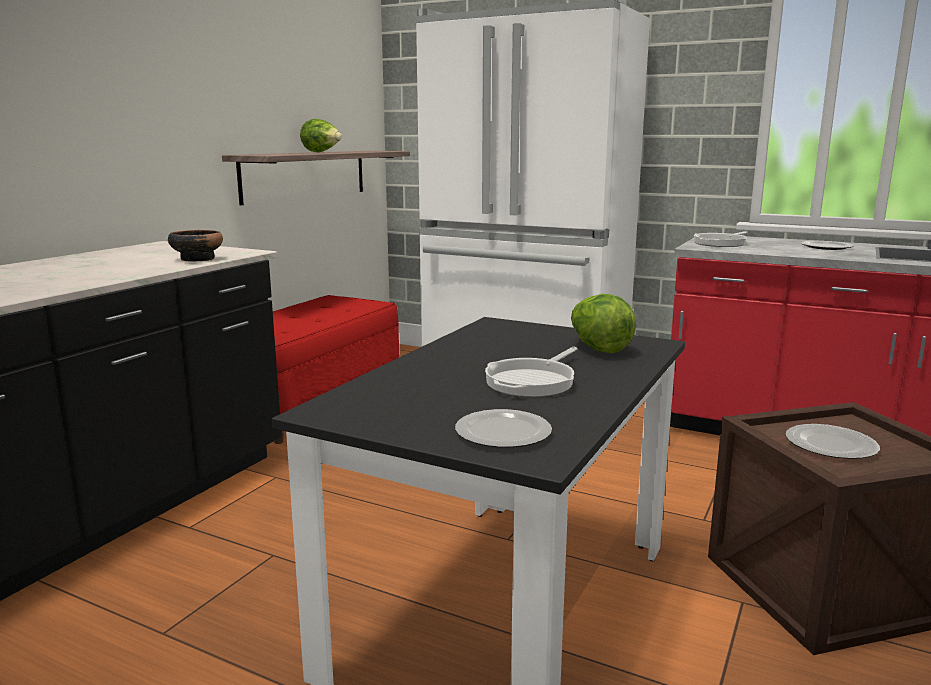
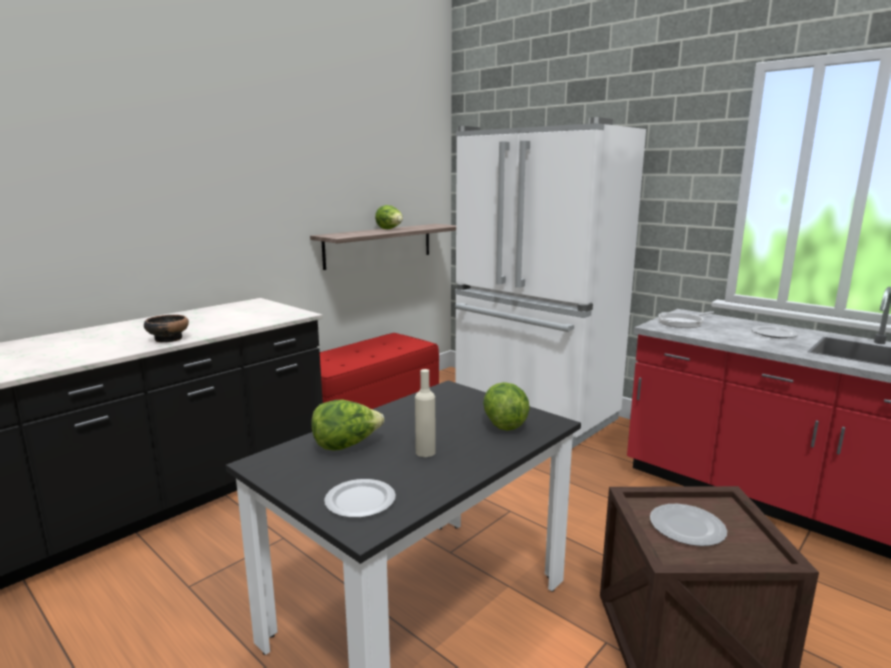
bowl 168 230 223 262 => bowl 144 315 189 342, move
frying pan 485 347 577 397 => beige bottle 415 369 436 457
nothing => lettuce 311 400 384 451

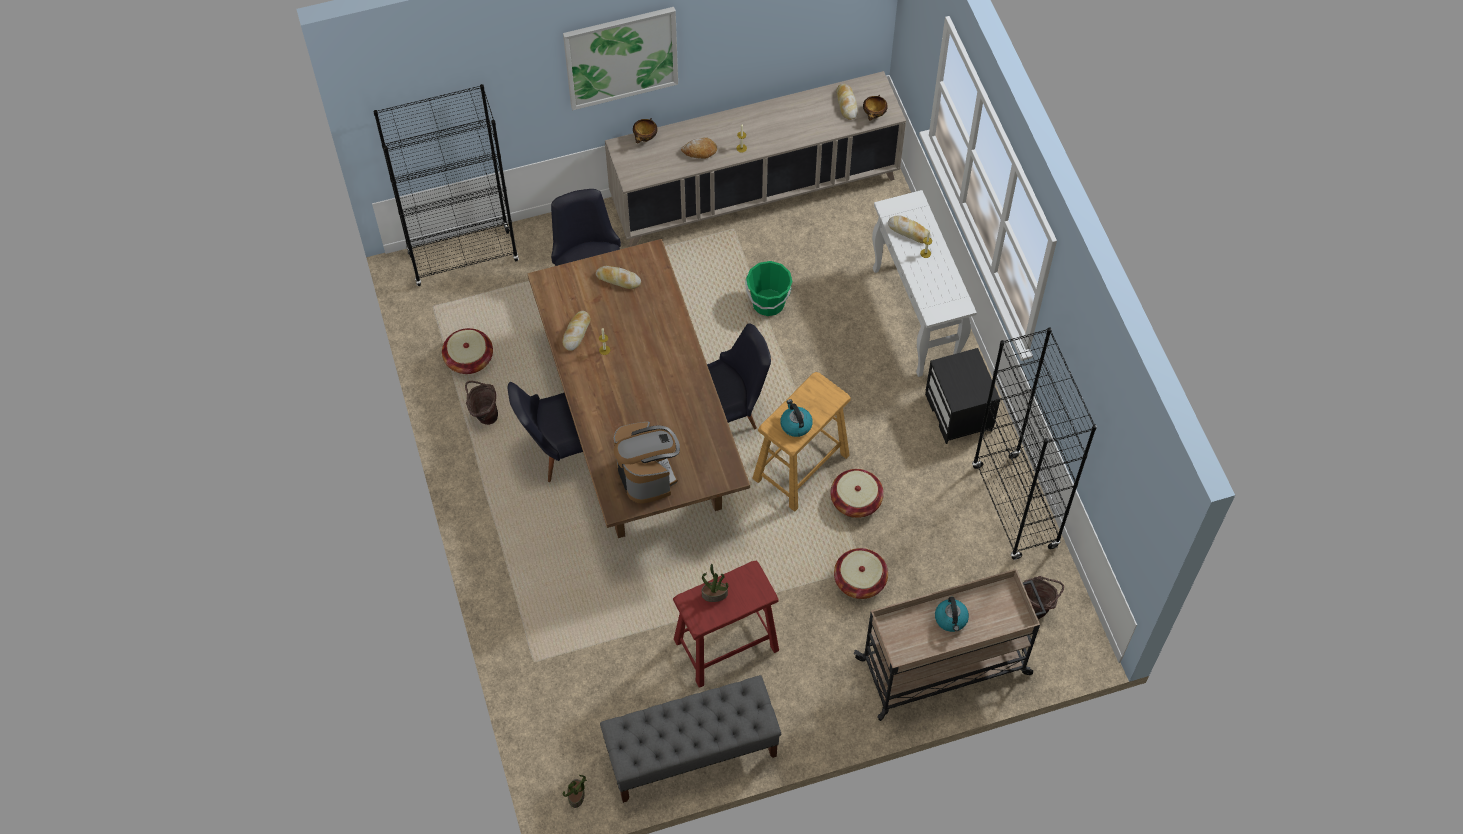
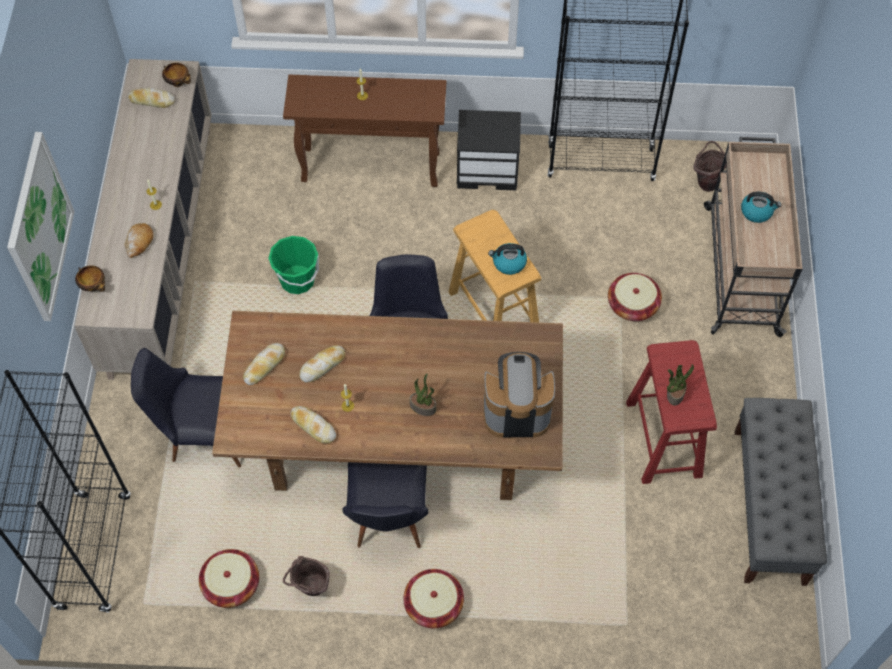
potted plant 563 775 587 808 => potted plant 410 373 436 416, move
basket 830 469 884 518 => basket 403 569 464 628, move
white console table 872 190 977 377 => brown console table 283 75 446 187
bread 888 215 931 243 => bread 299 345 345 383, move

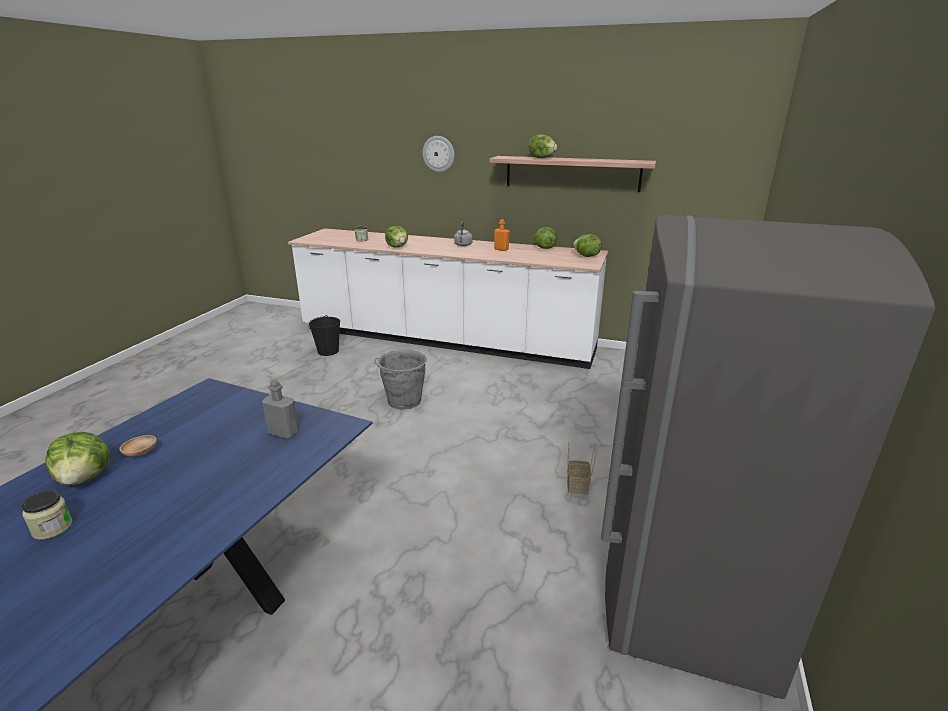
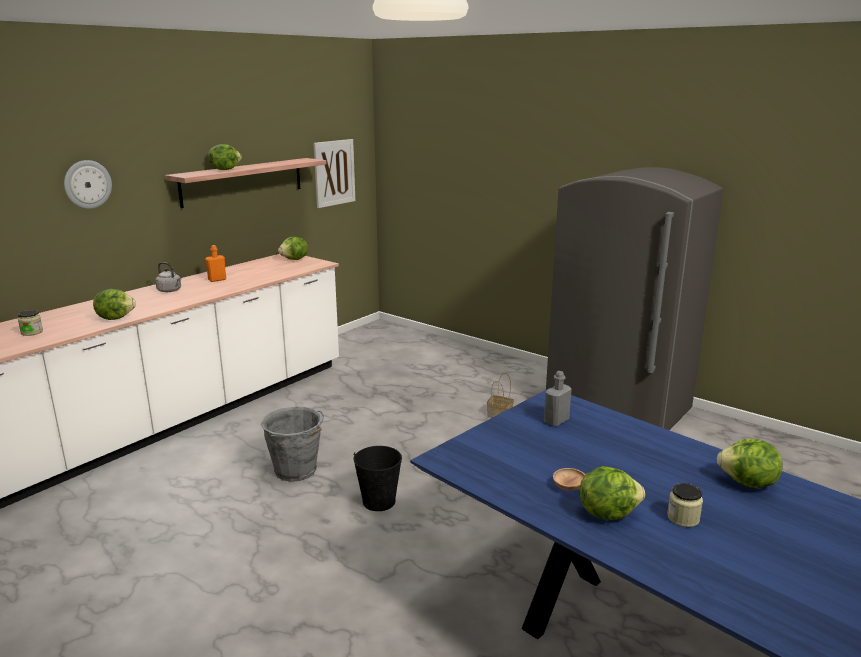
black bucket 309 315 340 356 => black bucket 354 446 402 511, move
lettuce 534 227 557 249 => lettuce 717 439 783 488, move
nothing => picture 313 139 355 208

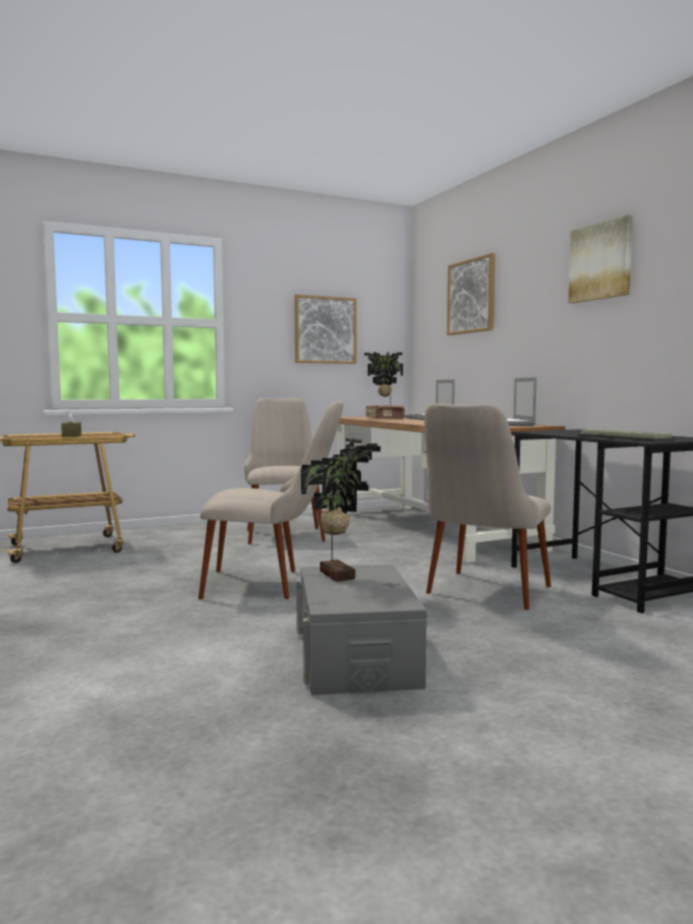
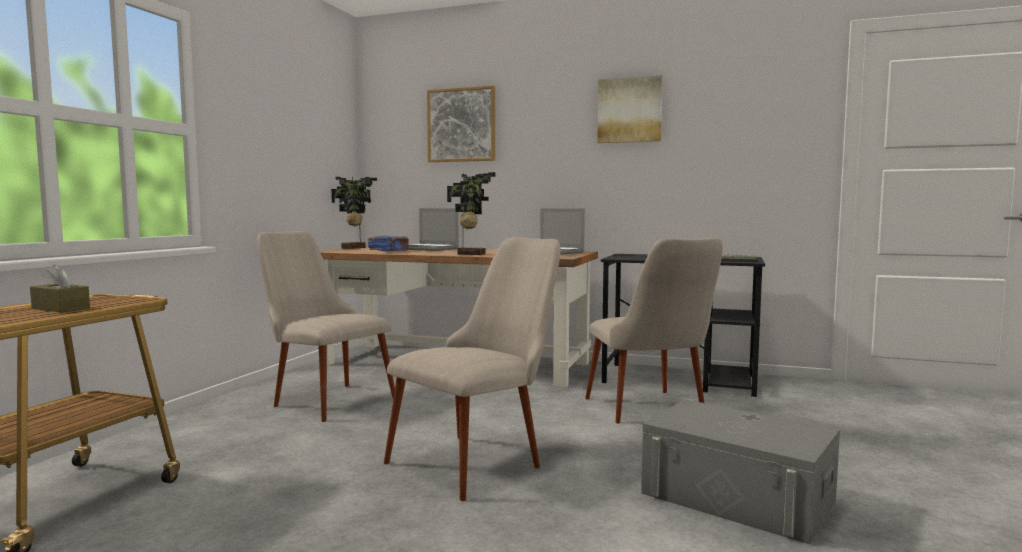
picture 294 294 357 364 => nothing
potted plant 301 442 381 582 => potted plant 447 172 496 255, move
brown book 365 405 405 419 => blue book 368 236 409 251

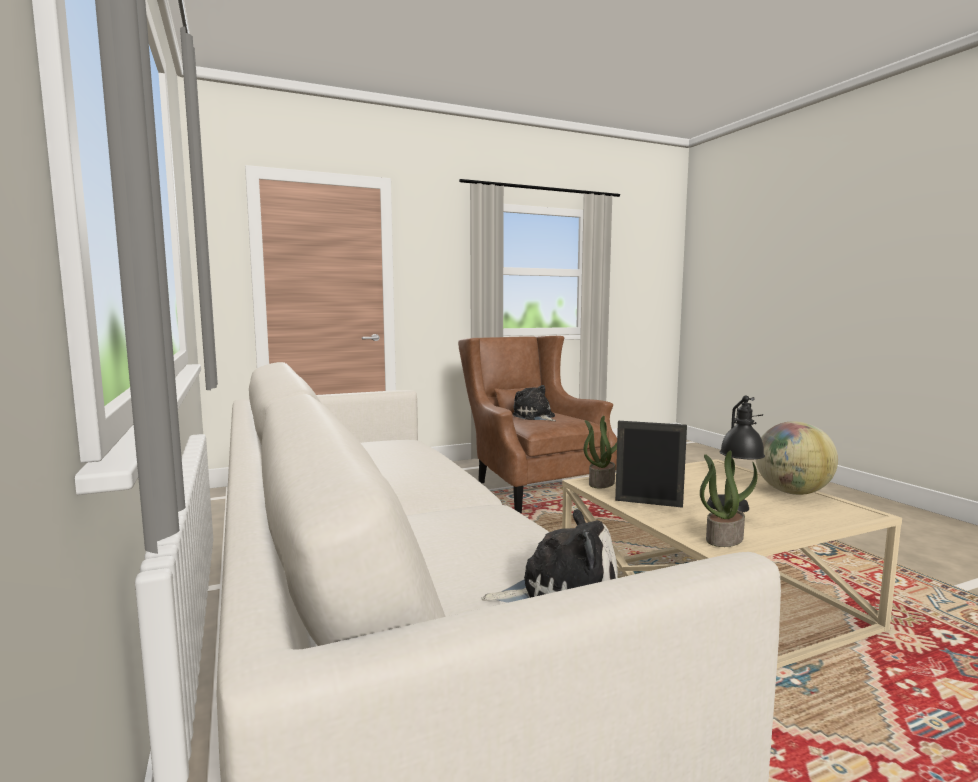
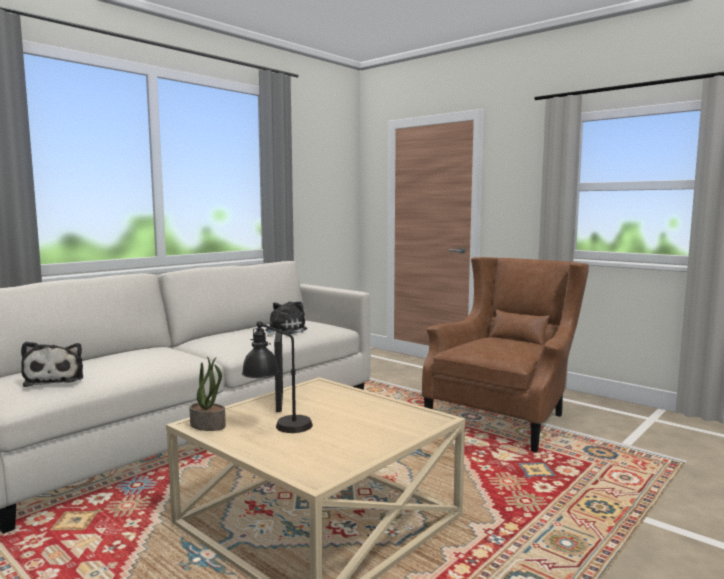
plush toy 513 385 556 421 => plush toy 265 301 307 337, move
potted plant 584 416 617 488 => nothing
globe 755 421 838 495 => nothing

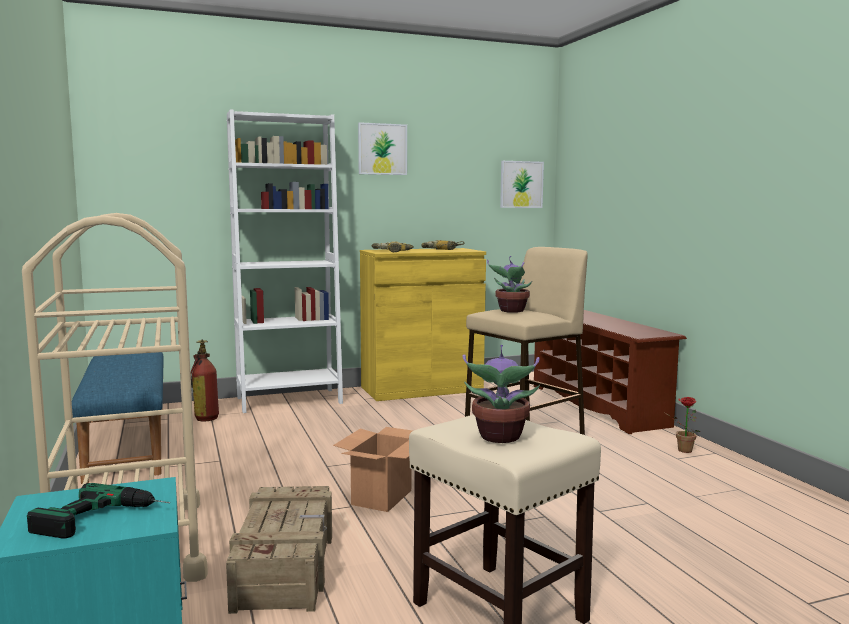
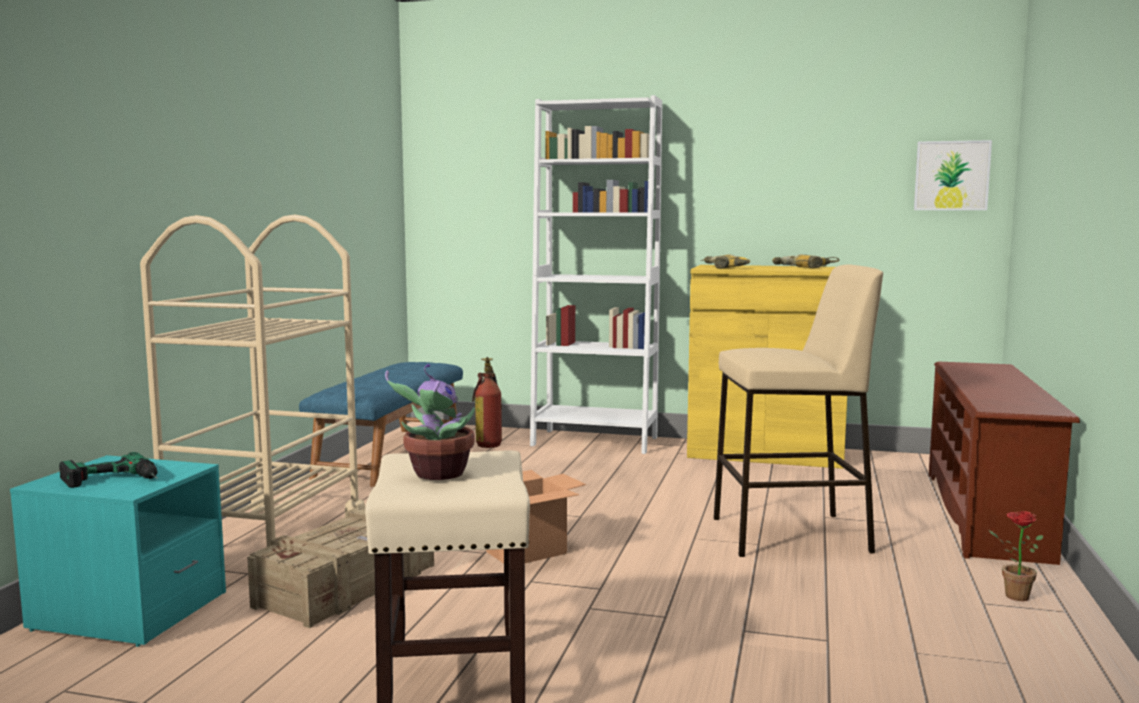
picture 358 122 407 175 => nothing
potted plant 487 256 532 313 => nothing

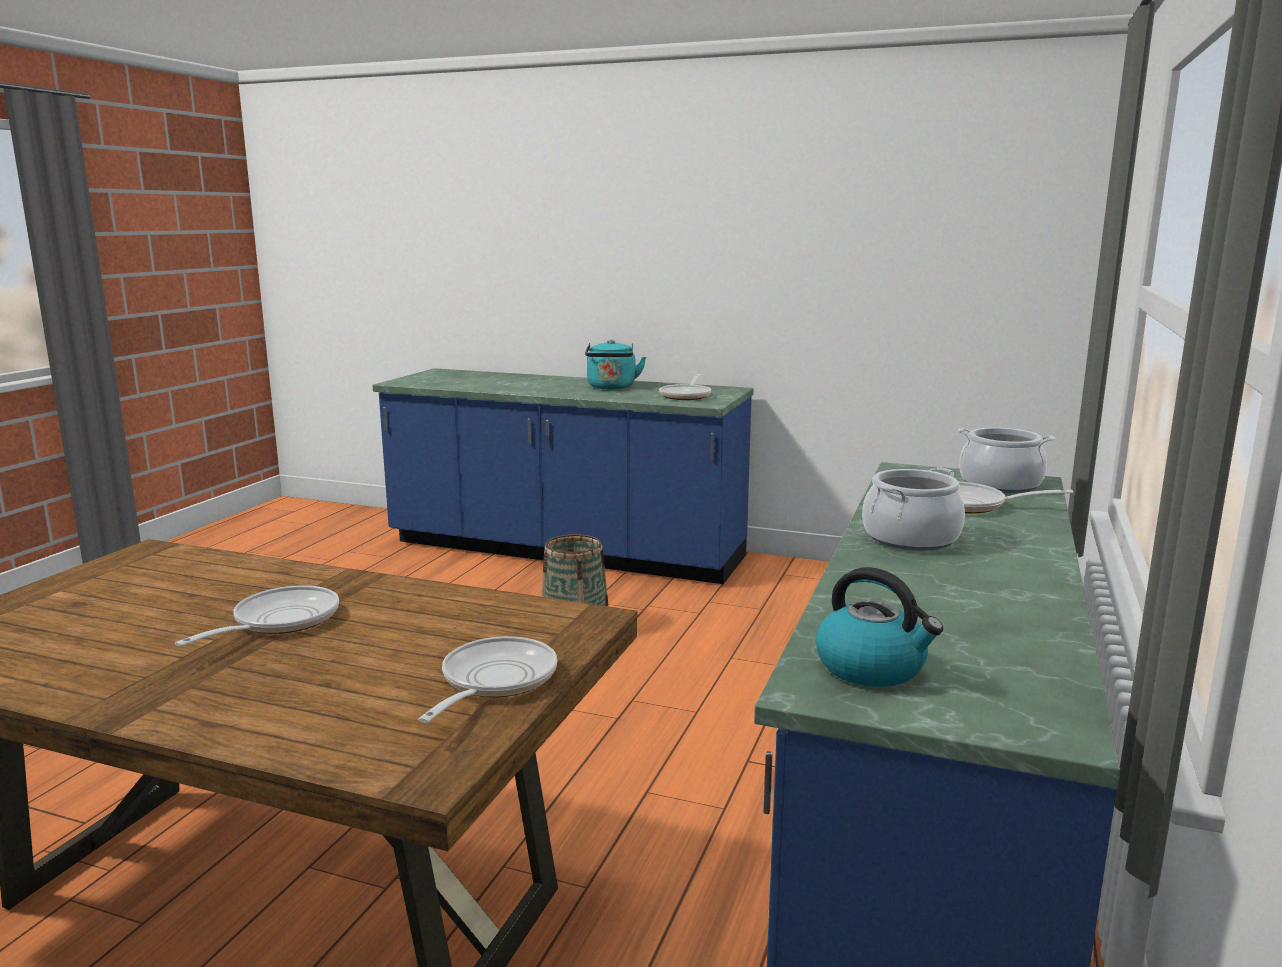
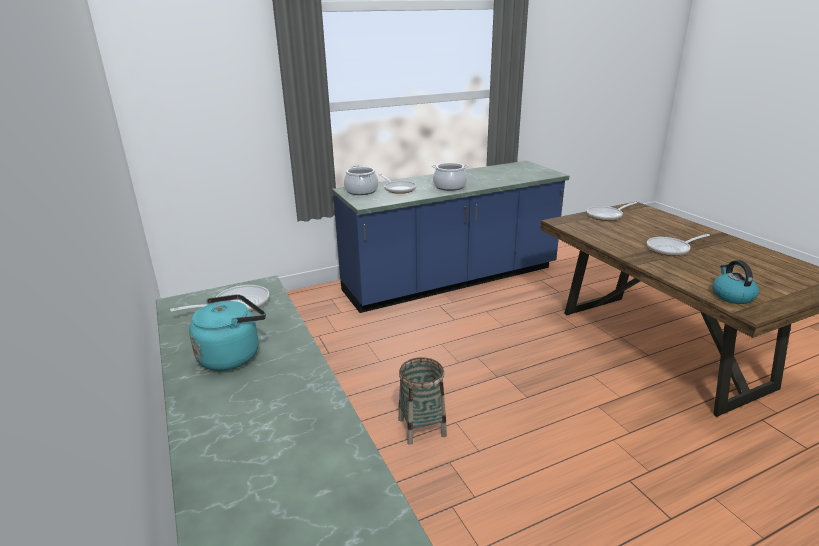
kettle 815 567 943 687 => kettle 712 260 759 304, move

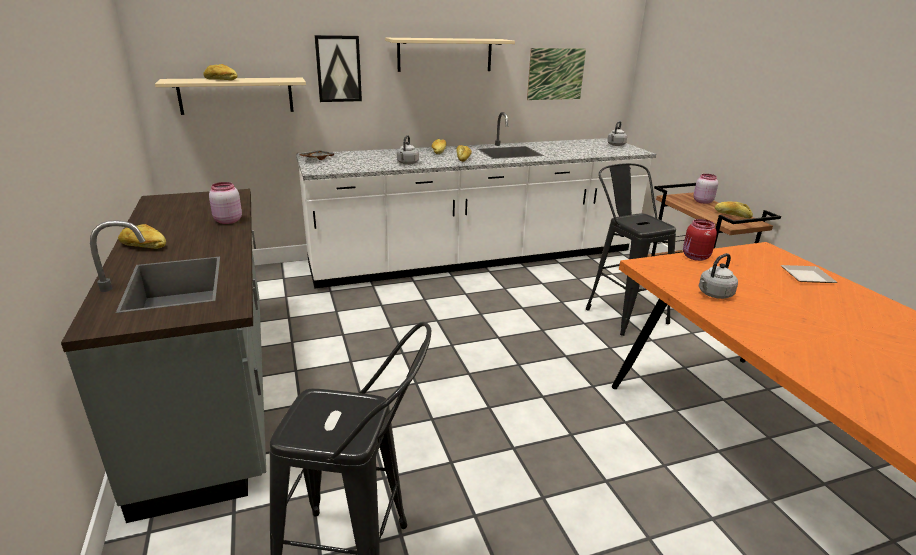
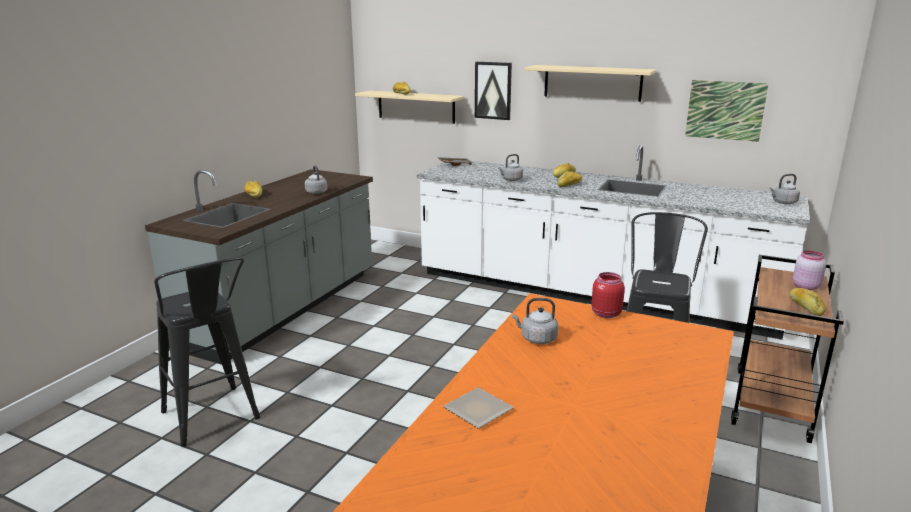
pink jar 209 182 242 224 => grey kettle 305 165 327 194
plate 781 265 837 283 => plate 443 387 514 429, move

